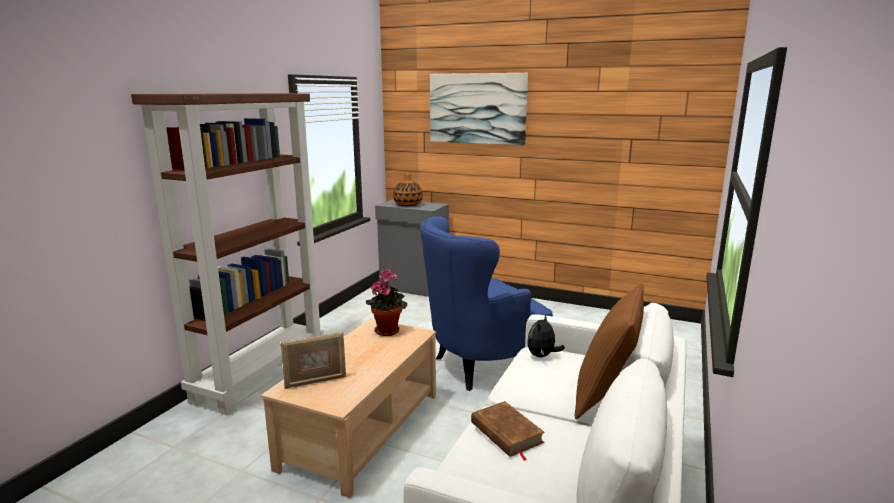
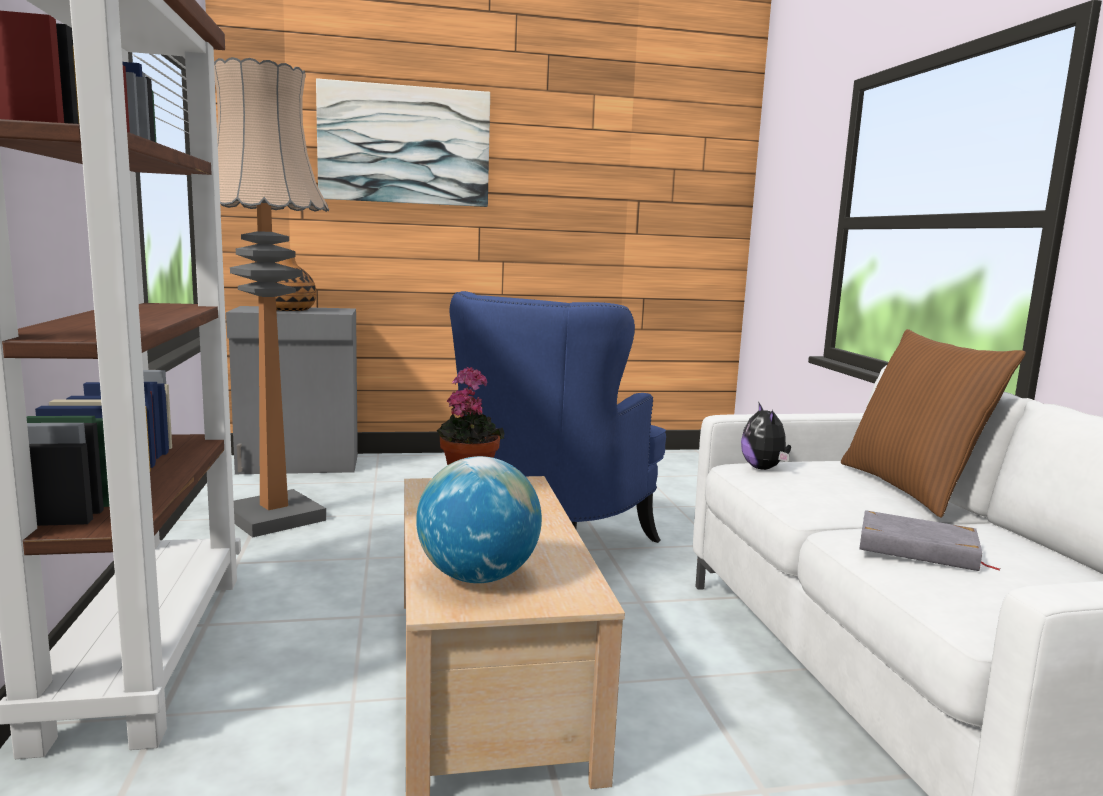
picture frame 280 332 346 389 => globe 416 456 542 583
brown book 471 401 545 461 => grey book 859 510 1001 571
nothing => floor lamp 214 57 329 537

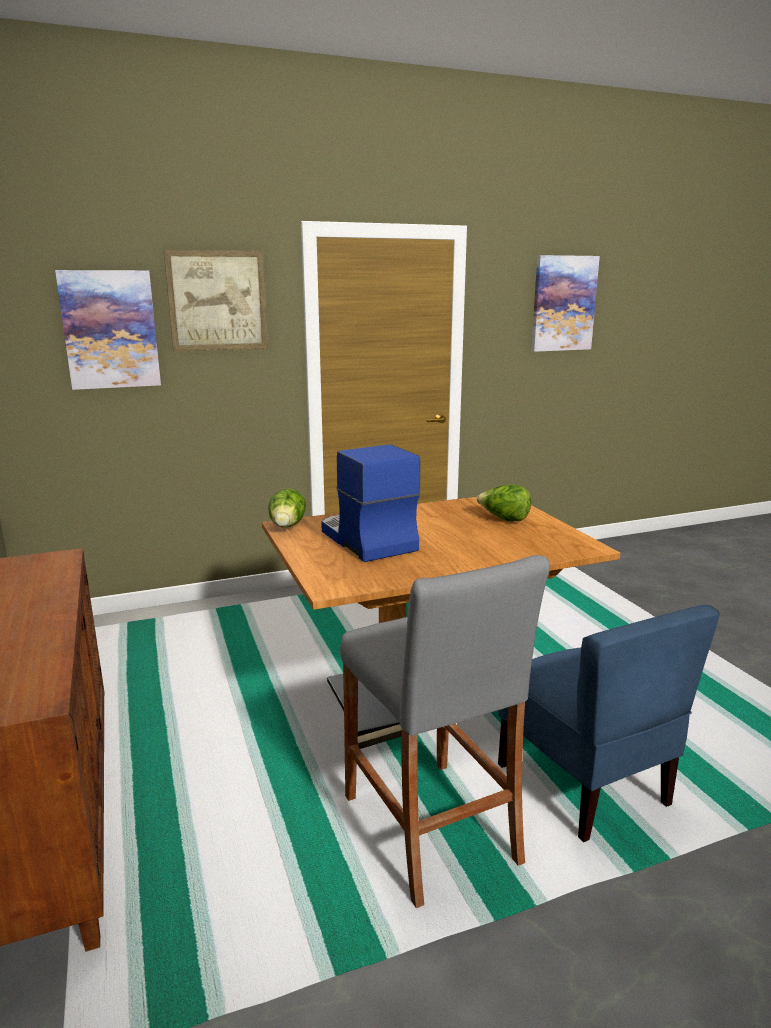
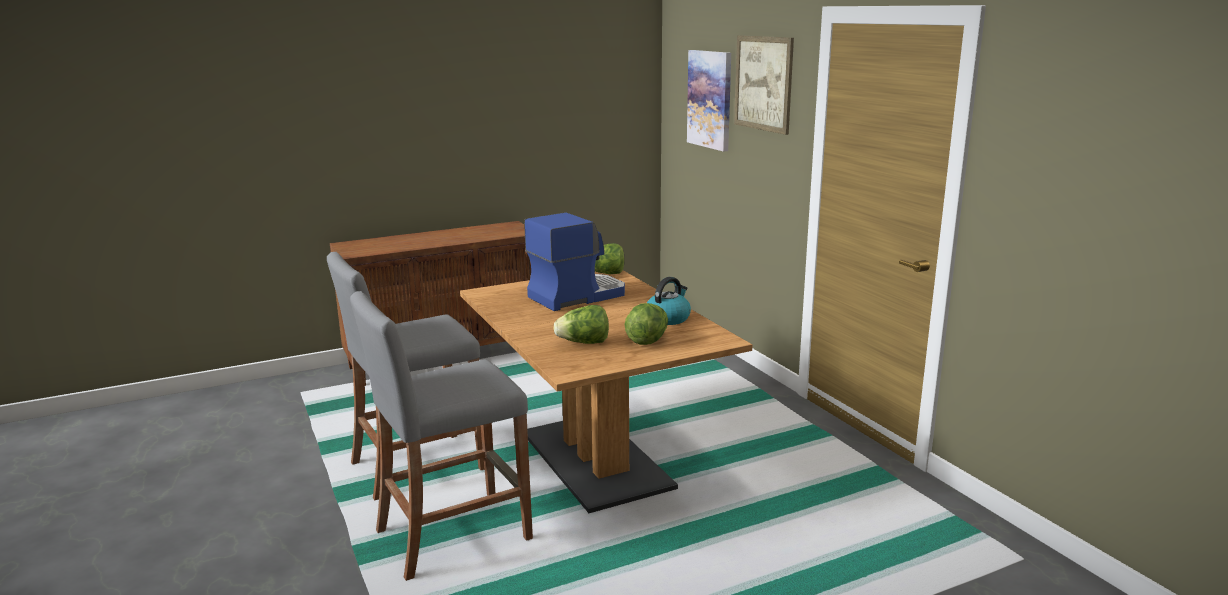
blue chair 498 605 720 842 => grey stool 350 291 533 581
picture 531 255 600 352 => nothing
nothing => lettuce 554 305 609 344
nothing => kettle 647 277 691 325

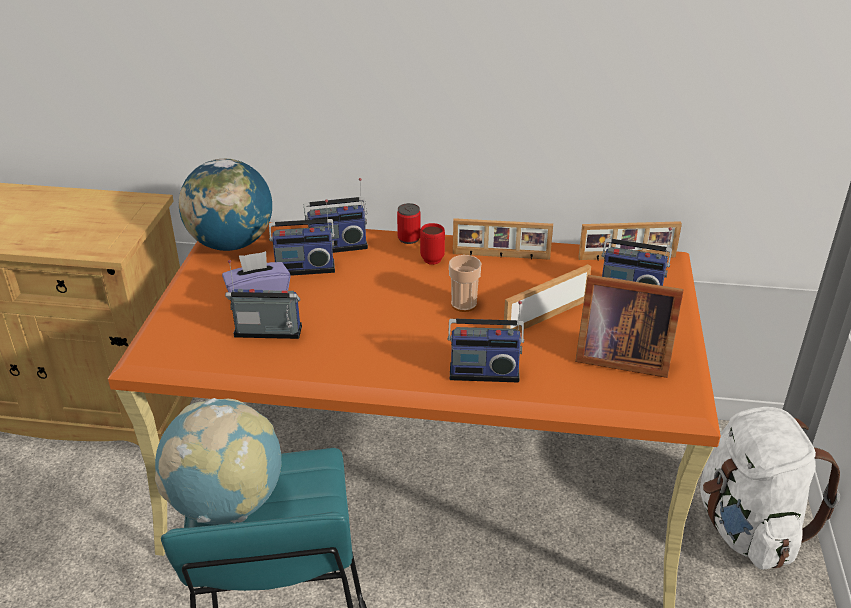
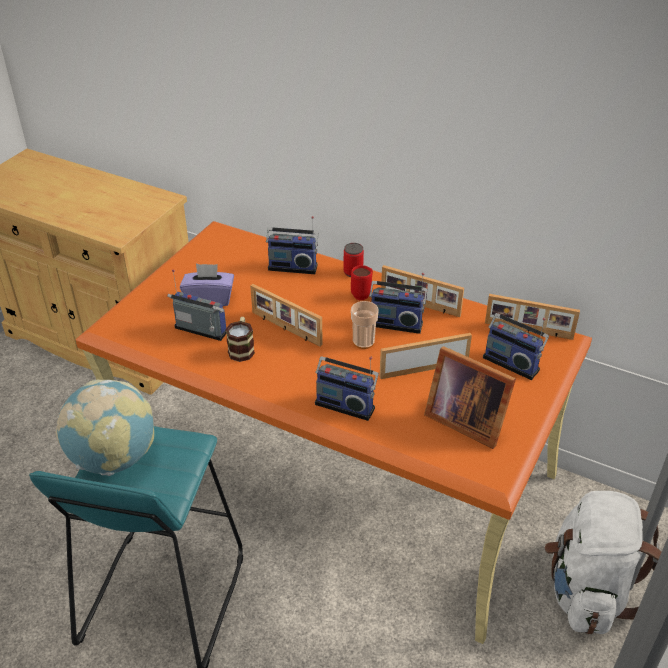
globe 179 159 272 251 => nothing
radio 269 199 335 276 => radio 369 273 427 334, move
nothing => mug 225 317 255 362
nothing => picture frame 250 284 323 346

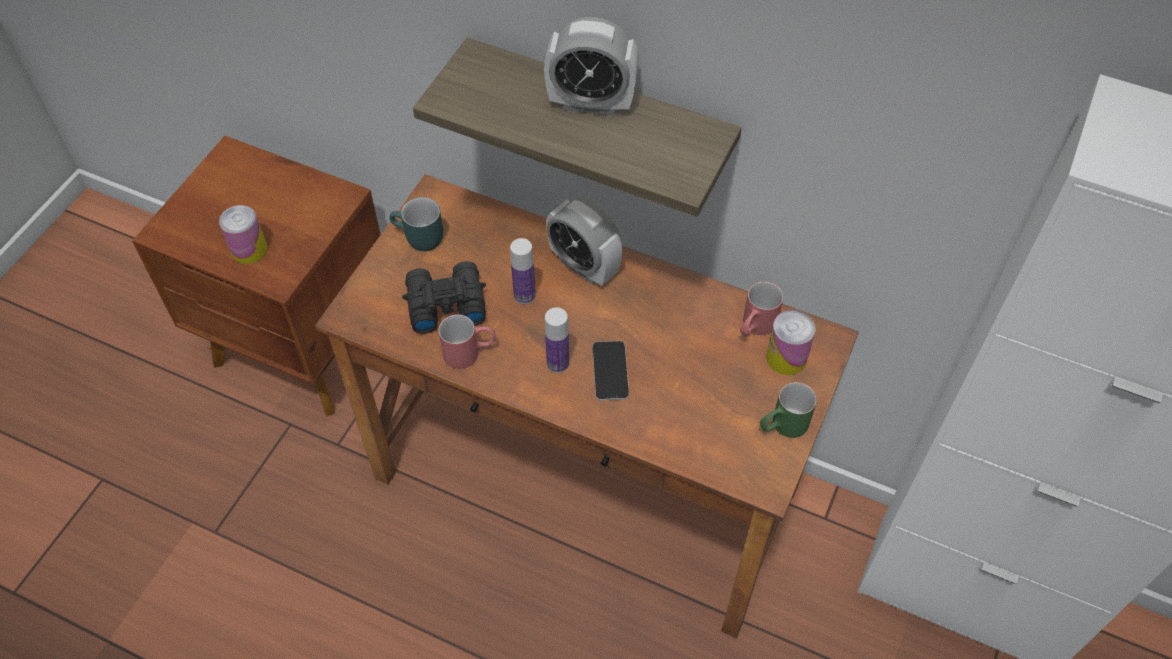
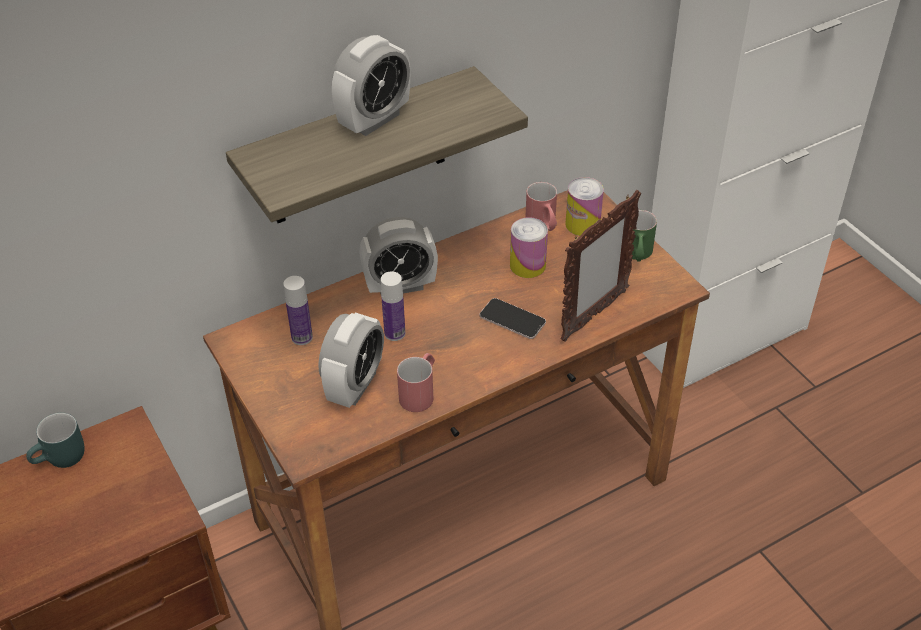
can 219 205 267 264 => can 510 217 548 278, move
turquoise mug 389 197 443 251 => turquoise mug 26 413 85 468, move
black binoculars 402 261 486 334 => alarm clock 318 312 384 408
bottle 545 307 569 373 => bottle 283 276 313 345, move
nothing => picture frame 560 190 641 342

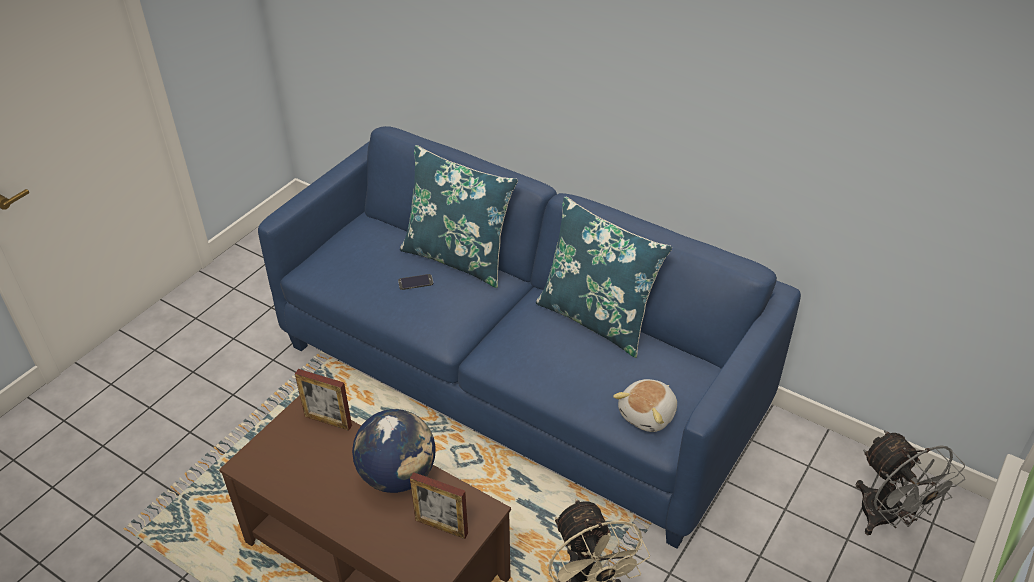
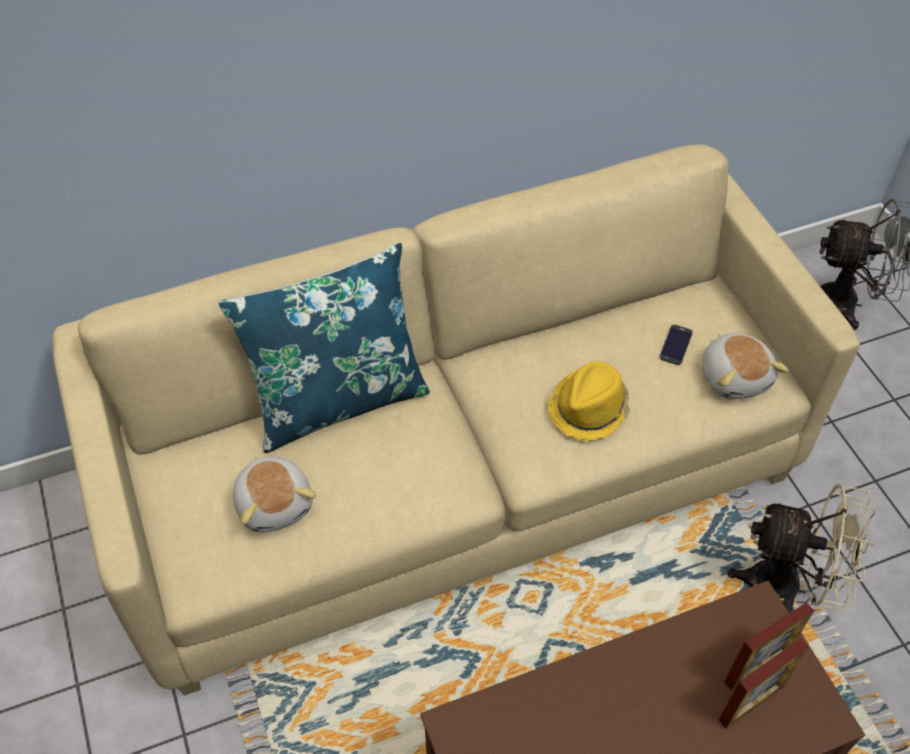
blue sofa 258 126 801 549 => beige sofa 52 144 860 695
picture frame 295 369 352 431 => picture frame 719 638 809 729, move
globe 352 409 436 493 => nothing
phone 398 274 433 290 => phone 660 325 693 365, move
blue pillow 536 196 672 358 => nothing
nothing => plush toy 233 456 316 532
nothing => yellow hat 548 361 630 441

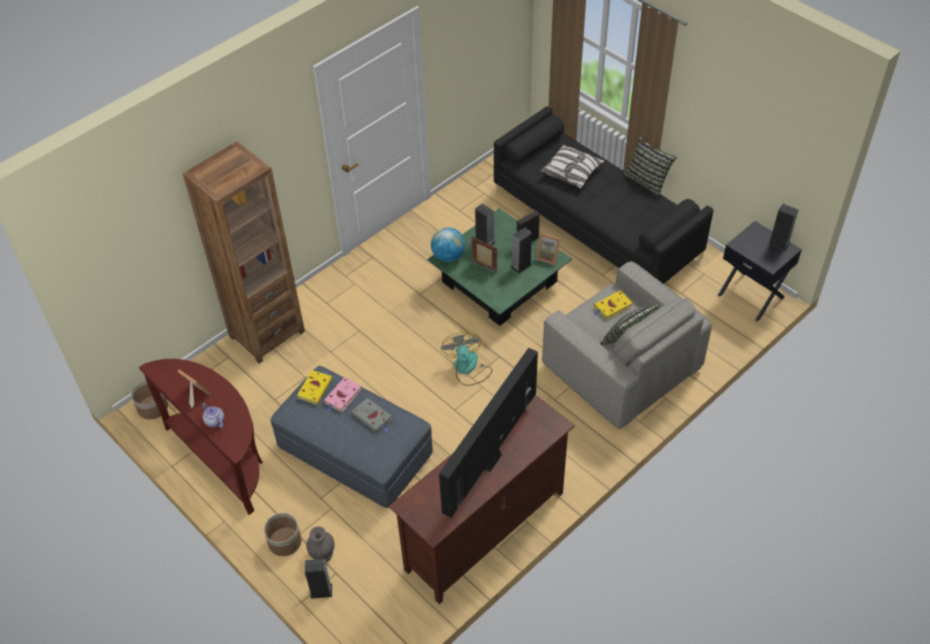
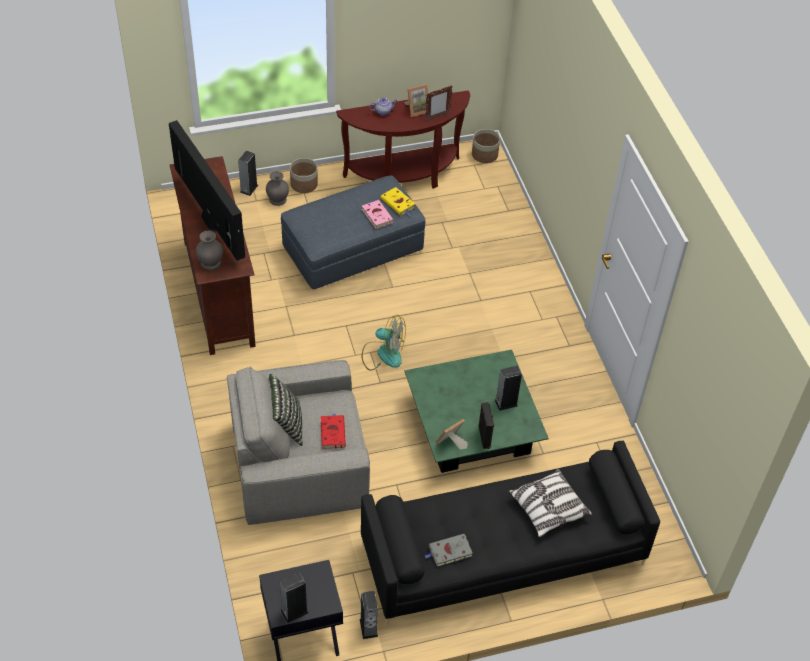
brown bookcase 183 141 305 364 => nothing
grey book 351 398 392 433 => grey book 425 534 473 567, move
globe 431 227 465 262 => nothing
picture frame 471 237 498 273 => picture frame 425 85 453 121, move
speaker 511 228 532 274 => speaker 360 591 378 639, move
yellow book 593 291 632 320 => red book 321 413 346 449
pillow 623 137 677 198 => nothing
nothing => grey vase 196 231 223 270

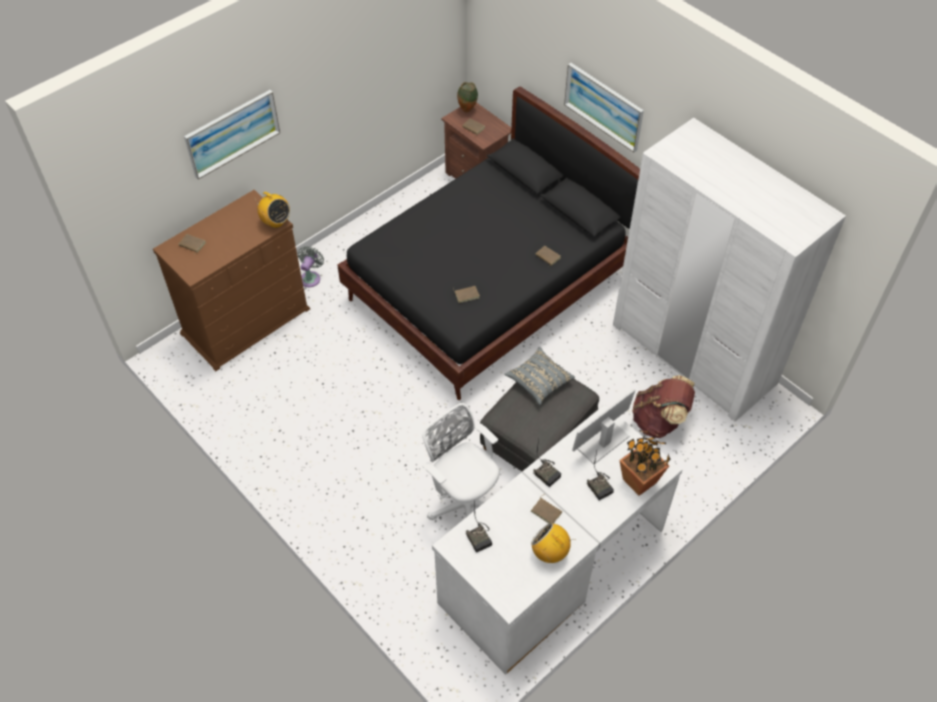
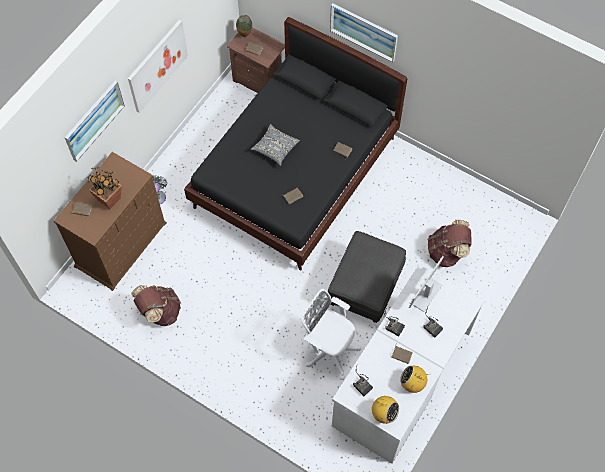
radio 254 192 290 228 => radio 370 396 399 424, move
grey pillow 504 347 575 405 => grey pillow 250 124 300 166, move
white wardrobe 613 118 846 421 => nothing
potted plant 619 430 670 496 => potted plant 87 167 122 209, move
nothing => picture 128 20 188 113
nothing => brown backpack 131 285 181 326

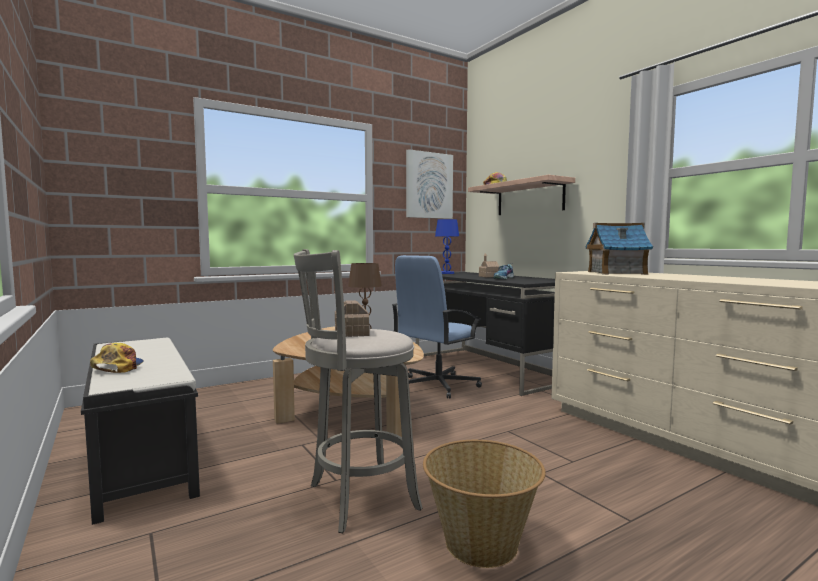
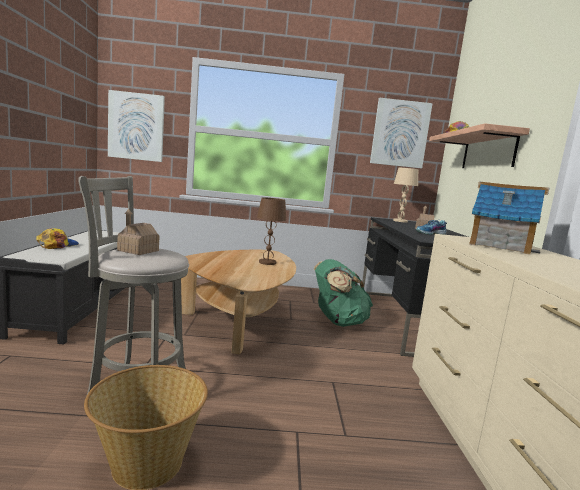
blue office chair 392 255 482 398 => green backpack 314 259 373 327
blue table lamp 435 219 459 274 => beige table lamp 393 168 418 223
nothing => picture 108 90 165 162

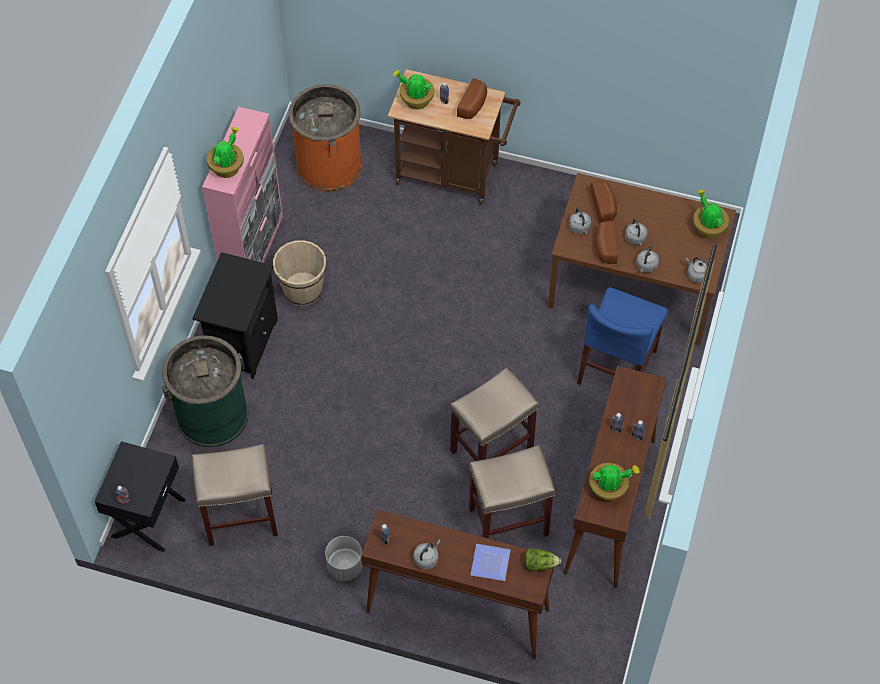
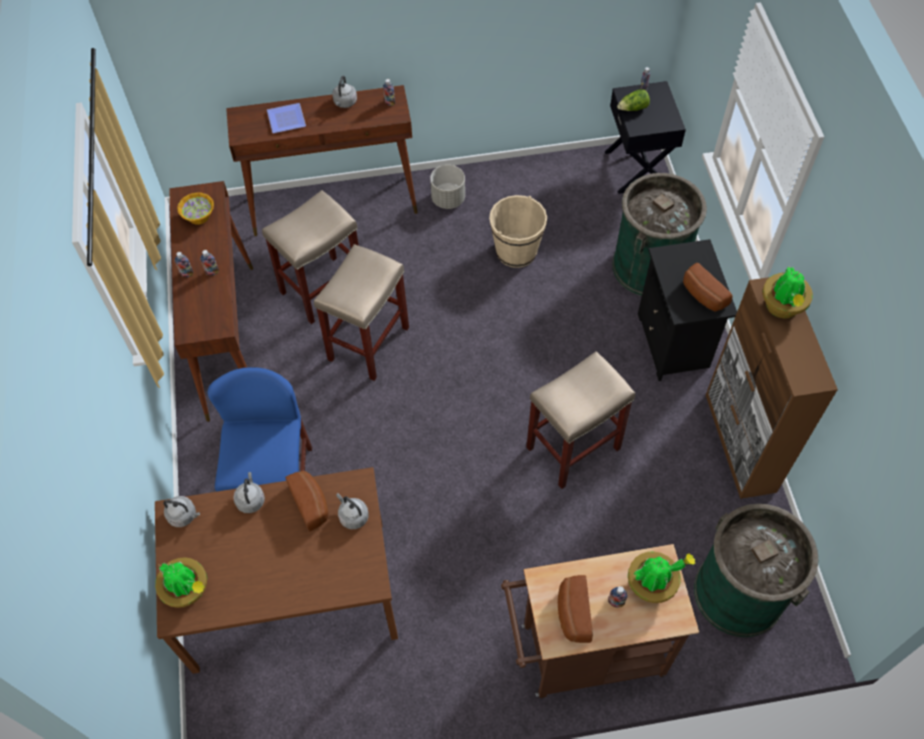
beige stool 192 444 278 546 => beige stool 526 351 635 489, move
pink cabinet 202 107 283 263 => brown cabinet 706 277 838 499
beige bucket 273 240 326 306 => beige bucket 489 195 547 268, move
orange trash can 289 84 362 192 => green trash can 694 504 818 637
lettuce 525 549 561 571 => lettuce 617 89 650 111, move
potted plant 589 463 640 501 => bowl 177 192 214 225
bread 590 181 617 223 => bread 683 263 732 312, move
grey kettle 625 218 648 245 => nothing

